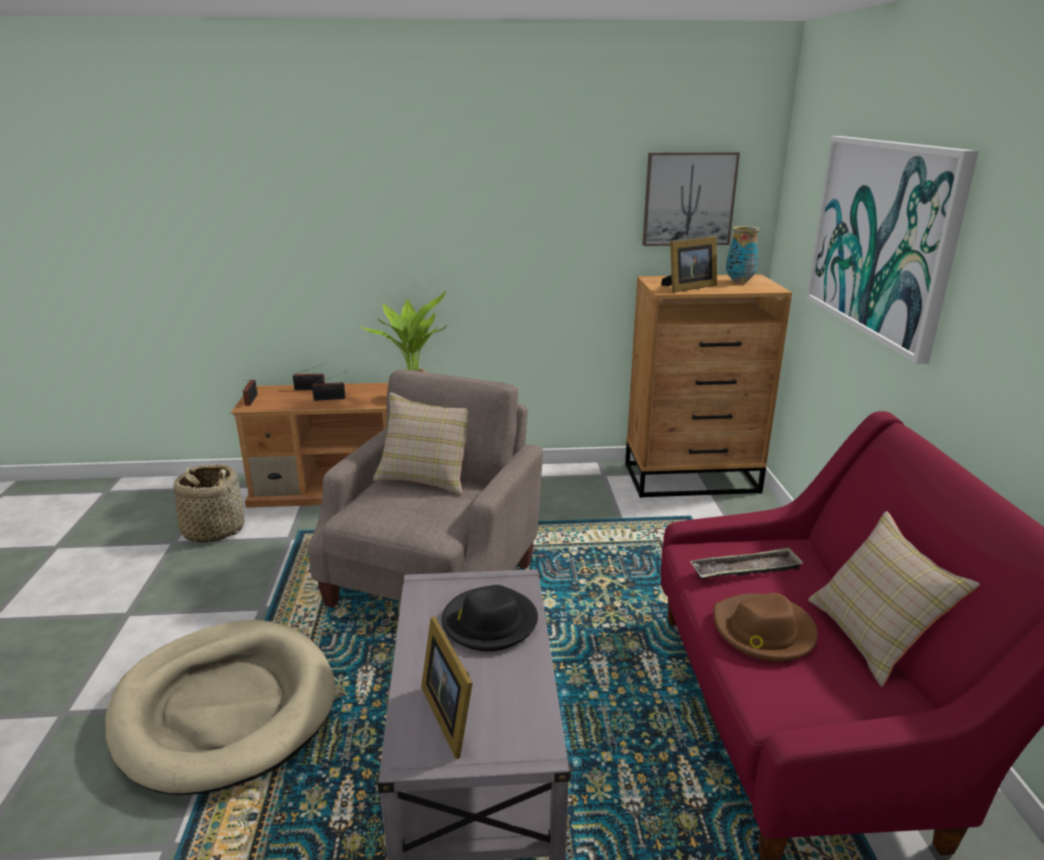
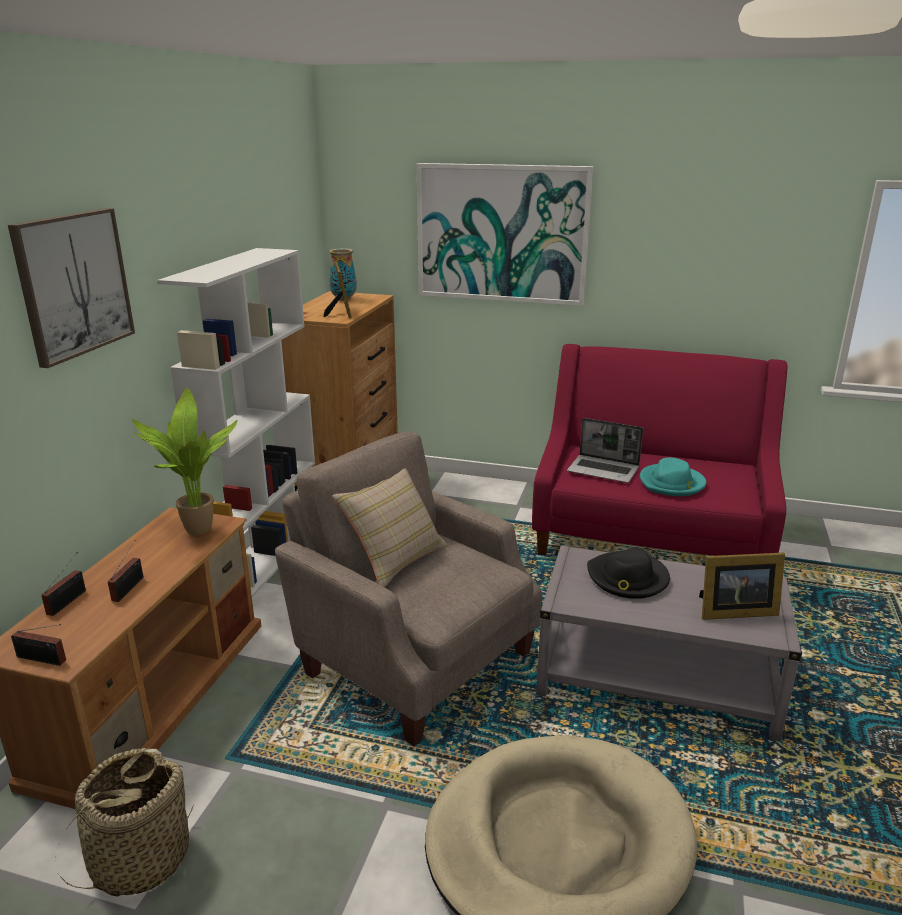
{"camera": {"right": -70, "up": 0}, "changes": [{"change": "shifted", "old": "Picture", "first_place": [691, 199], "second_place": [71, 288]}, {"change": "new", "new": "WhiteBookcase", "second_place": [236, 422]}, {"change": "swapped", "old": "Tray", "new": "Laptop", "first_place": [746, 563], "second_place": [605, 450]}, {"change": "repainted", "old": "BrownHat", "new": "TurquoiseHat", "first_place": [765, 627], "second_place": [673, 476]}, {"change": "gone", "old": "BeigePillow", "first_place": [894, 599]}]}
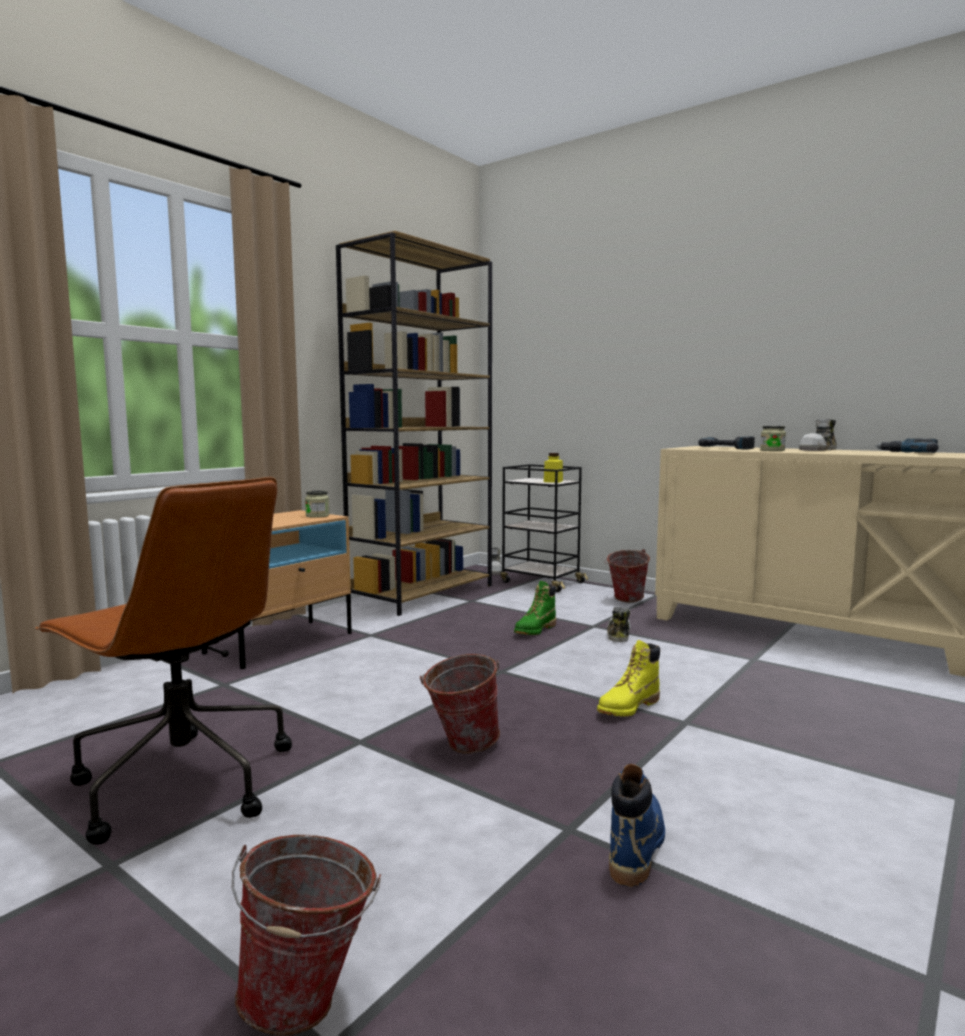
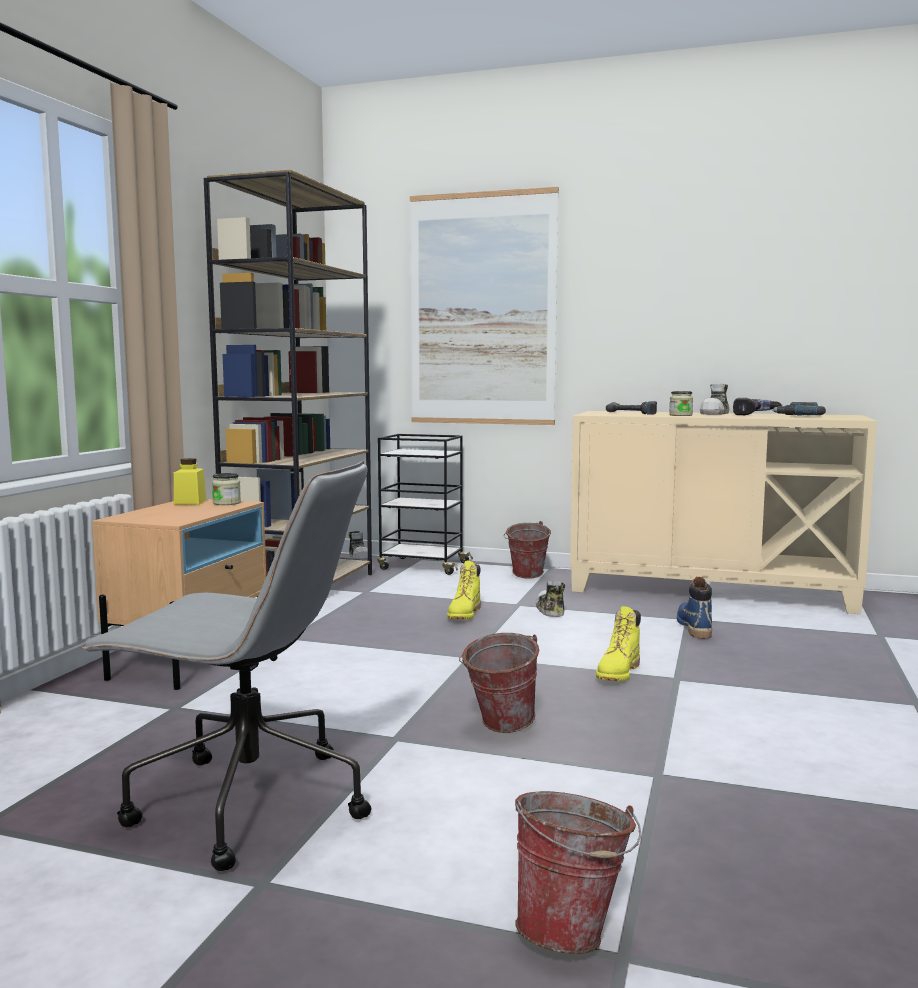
{"camera": {"right": -20, "up": 0}, "changes": [{"change": "repainted", "old": "BrownOfficeChair", "new": "GreyOfficeChair", "first_place": [163, 661], "second_place": [225, 665]}, {"change": "shifted", "old": "YellowJar", "first_place": [553, 468], "second_place": [190, 481]}, {"change": "new", "new": "Picture", "second_place": [484, 306]}, {"change": "repainted", "old": "GreenBoot", "new": "YellowBoot", "first_place": [535, 608], "second_place": [464, 590]}, {"change": "shifted", "old": "BlueBoot", "first_place": [637, 825], "second_place": [694, 608]}, {"change": "new", "new": "PowerDrill", "second_place": [757, 406]}]}
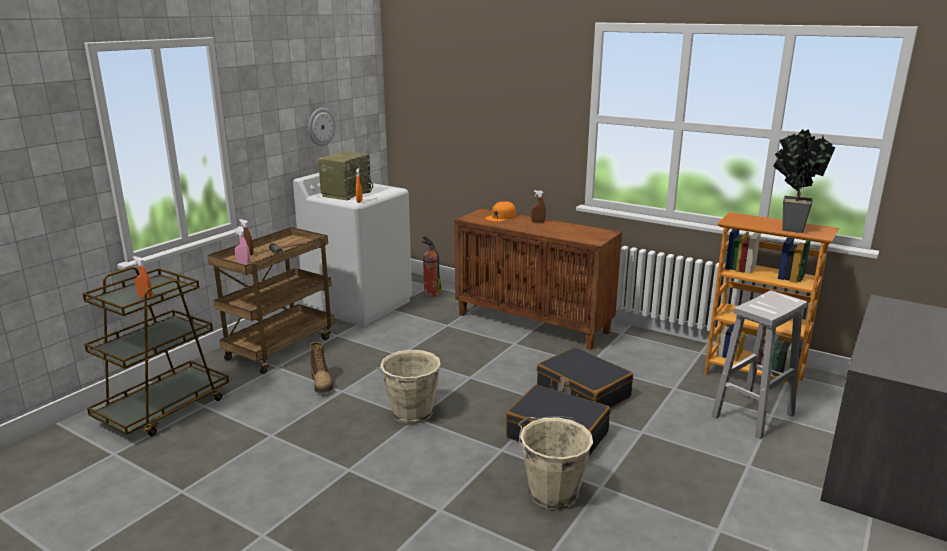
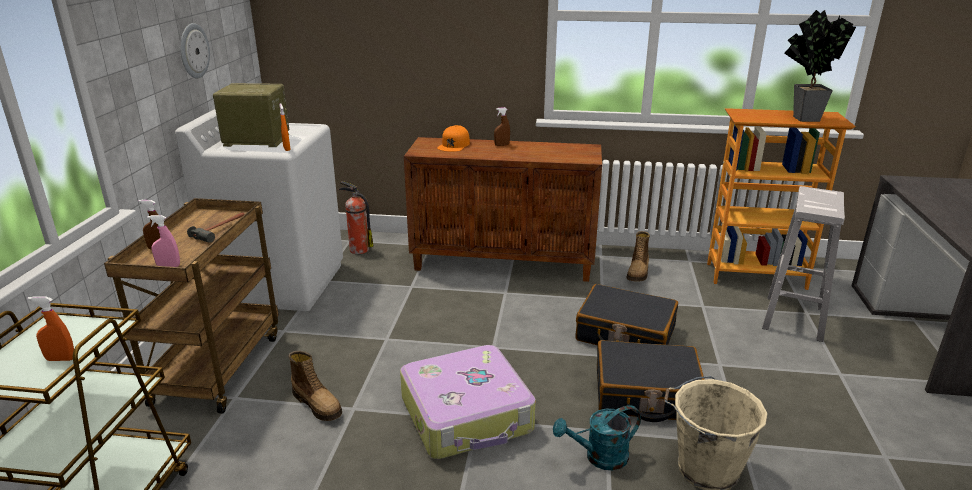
{"camera": {"right": -25, "up": 5}, "changes": [{"change": "rotated", "old": "Radio", "first_place": [345, 175], "second_place": [251, 115], "degrees": -90}, {"change": "swapped", "old": "BeigeBucket", "new": "Suitcase", "first_place": [409, 387], "second_place": [468, 402]}, {"change": "new", "new": "TurquoiseWateringCan", "second_place": [597, 437]}, {"change": "new", "new": "Boot", "second_place": [638, 256]}]}
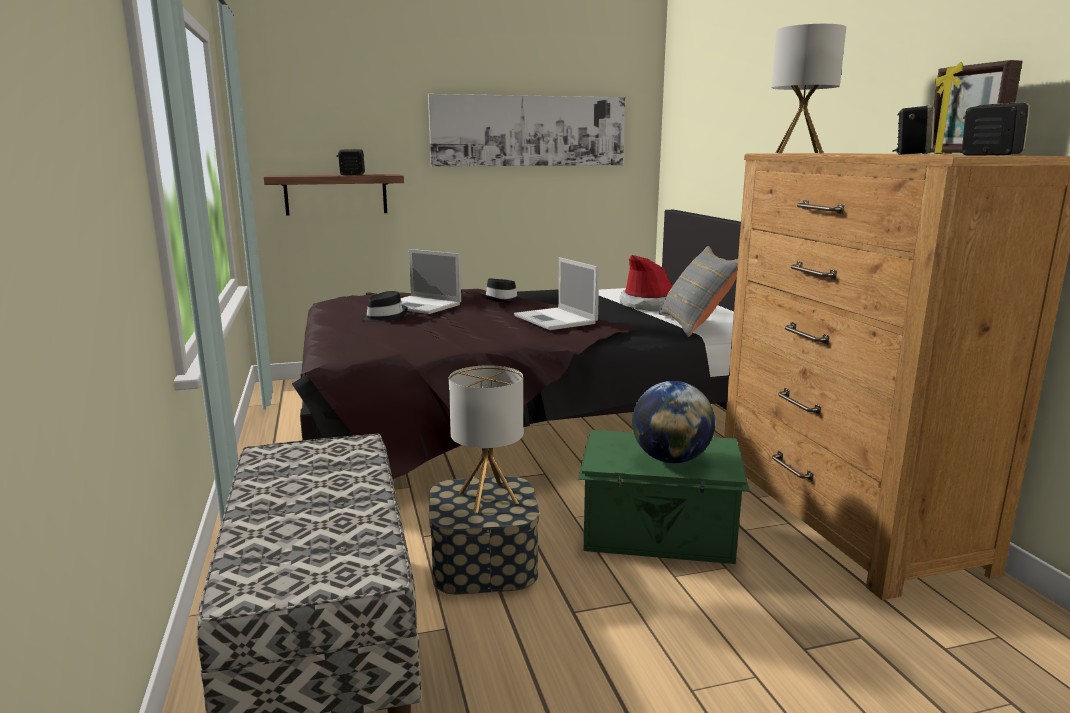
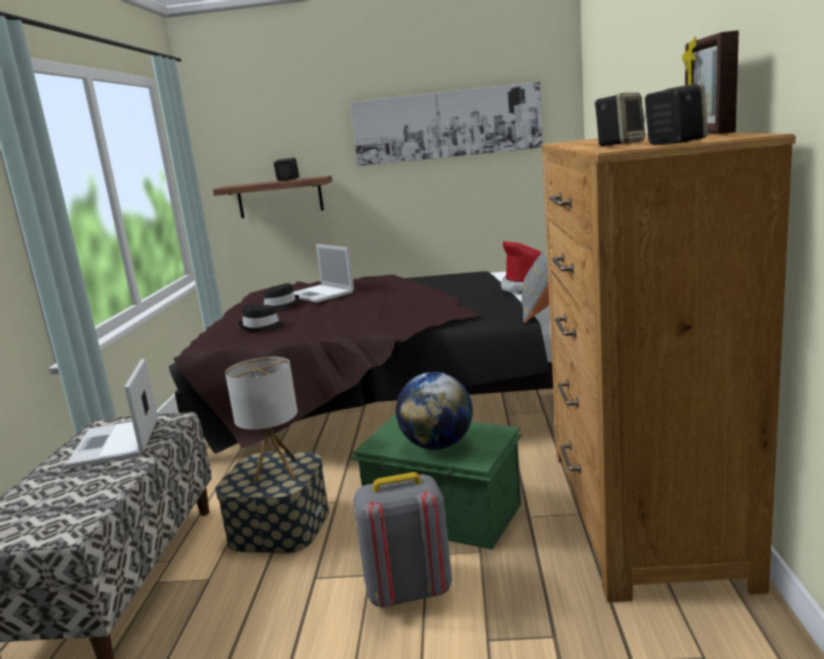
{"camera": {"right": 20, "up": 0}, "changes": [{"change": "shifted", "old": "Laptop", "first_place": [556, 293], "second_place": [111, 414]}, {"change": "shifted", "old": "BlackHat", "first_place": [502, 290], "second_place": [261, 318]}, {"change": "new", "new": "GreyBackpack", "second_place": [402, 540]}, {"change": "gone", "old": "TableLamp", "first_place": [808, 88]}]}
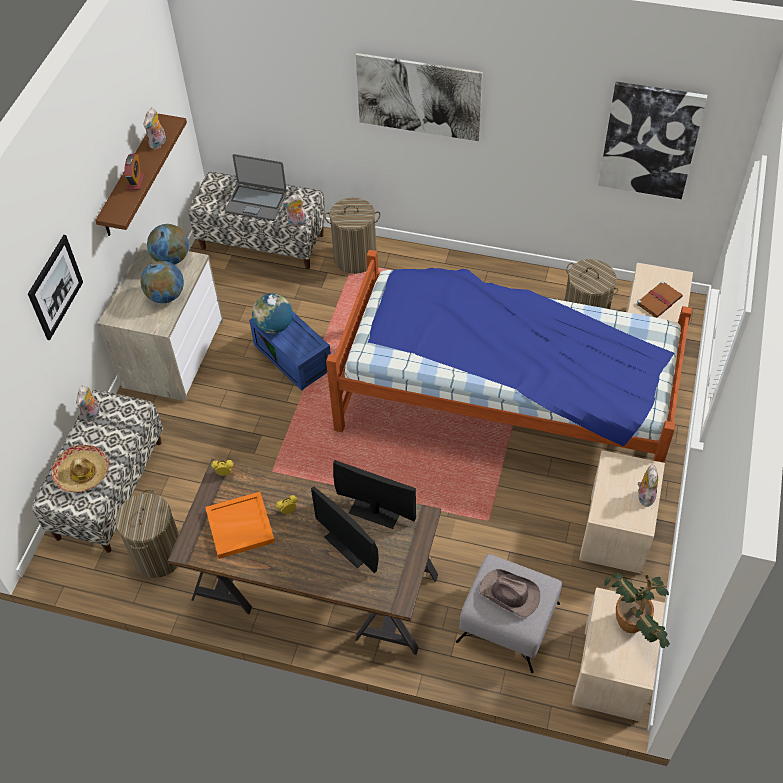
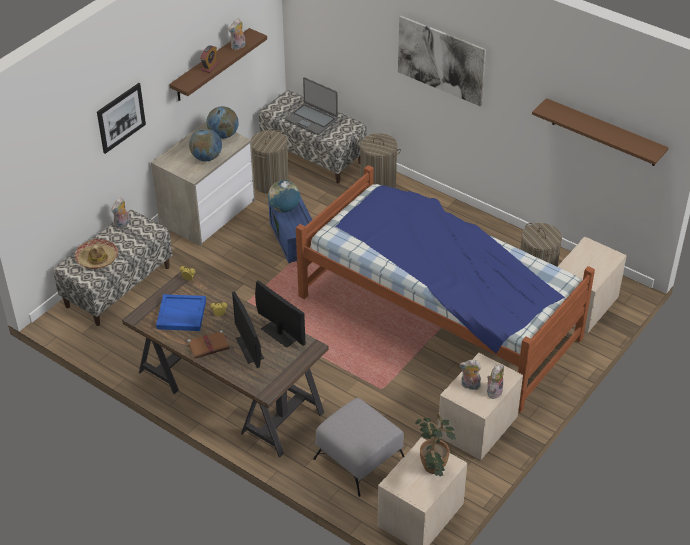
{"camera": {"right": 20, "up": -10}, "changes": [{"change": "repainted", "old": "OrangeTray", "new": "BlueTray", "first_place": [240, 525], "second_place": [181, 312]}, {"change": "shifted", "old": "BrownBook", "first_place": [659, 299], "second_place": [208, 344]}, {"change": "shifted", "old": "LaundryBasket", "first_place": [147, 533], "second_place": [270, 162]}, {"change": "shifted", "old": "PlushToy", "first_place": [295, 210], "second_place": [470, 375]}, {"change": "swapped", "old": "Picture", "new": "BrownShelf", "first_place": [652, 140], "second_place": [600, 132]}, {"change": "gone", "old": "BrownHat", "first_place": [509, 593]}]}
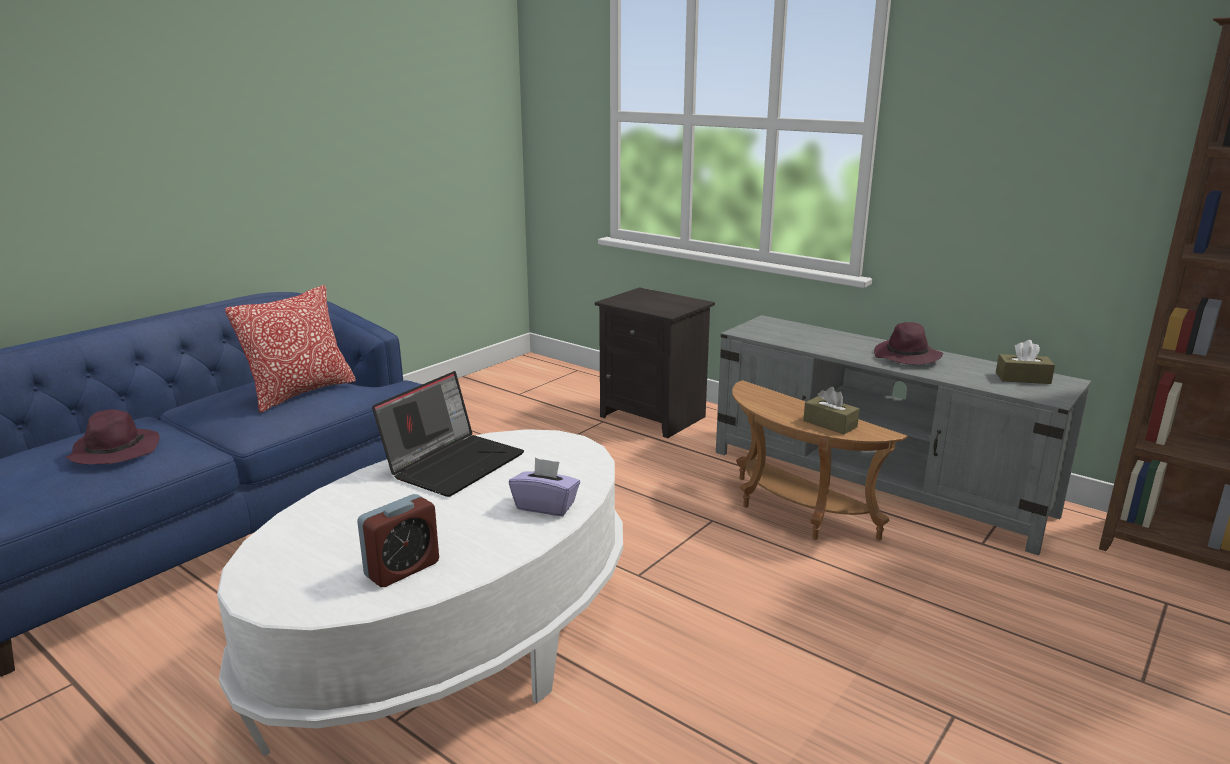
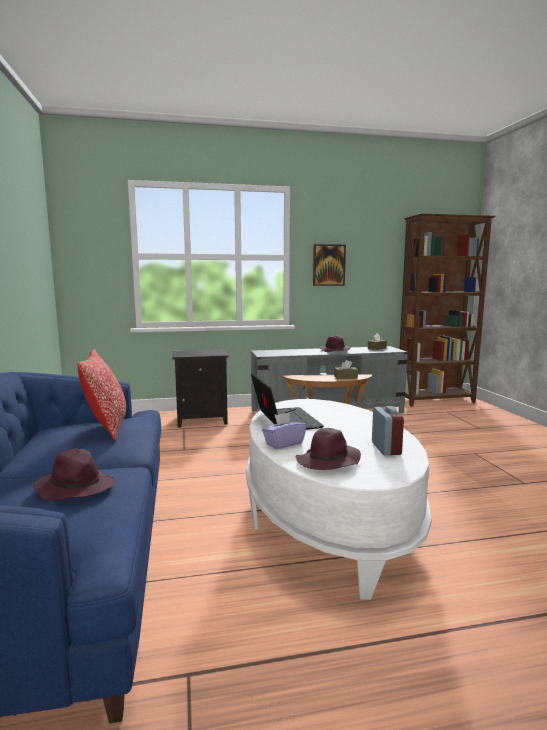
{"camera": {"right": -50, "up": -10}, "changes": [{"change": "shifted", "old": "PurpleTissueBox", "first_place": [544, 487], "second_place": [284, 430]}, {"change": "new", "new": "PurpleHat", "second_place": [328, 449]}, {"change": "new", "new": "Picture", "second_place": [329, 265]}]}
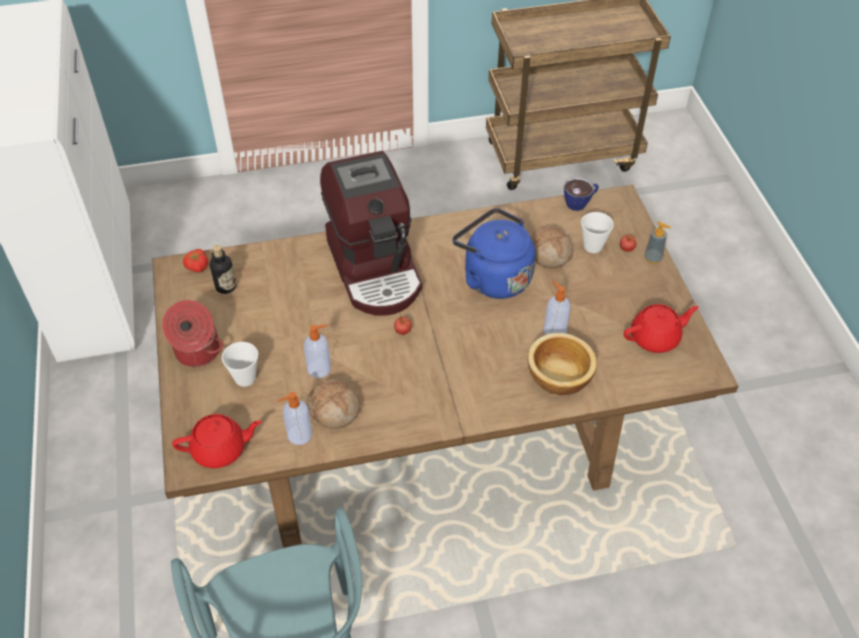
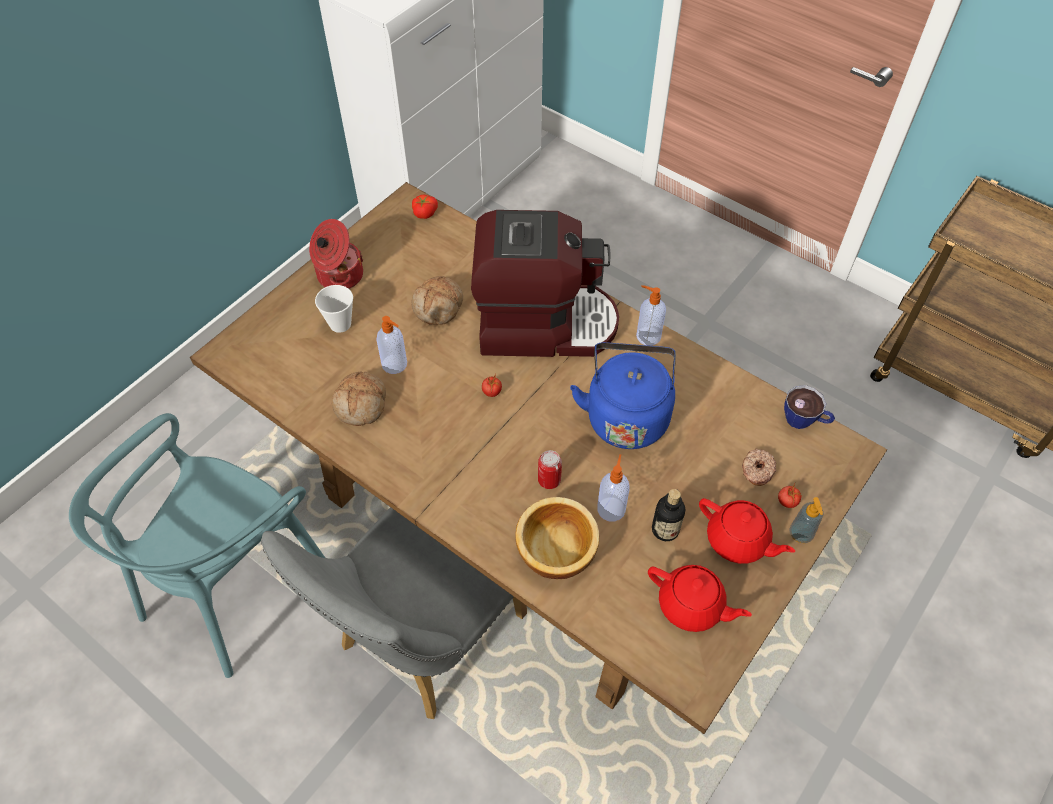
{"camera": {"right": 50, "up": 5}, "changes": [{"change": "new", "new": "GreyChair", "second_place": [394, 613]}, {"change": "shifted", "old": "Bread", "first_place": [551, 247], "second_place": [437, 300]}, {"change": "rotated", "old": "CoffeeMachine", "first_place": [371, 233], "second_place": [545, 283], "degrees": -120}, {"change": "new", "new": "Can", "second_place": [550, 469]}, {"change": "shifted", "old": "SoapDispenser", "first_place": [295, 418], "second_place": [651, 315]}, {"change": "shifted", "old": "Bottle", "first_place": [223, 269], "second_place": [668, 515]}, {"change": "shifted", "old": "RedTeapot", "first_place": [217, 441], "second_place": [747, 531]}, {"change": "swapped", "old": "Cup", "new": "Donut", "first_place": [597, 232], "second_place": [759, 467]}]}
